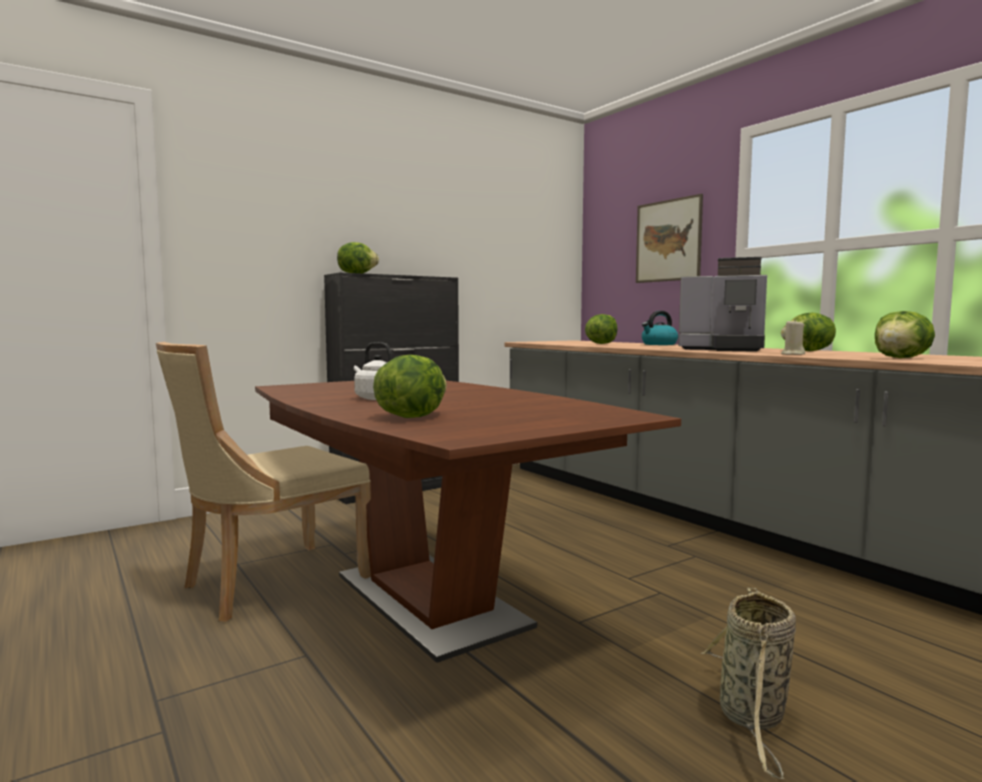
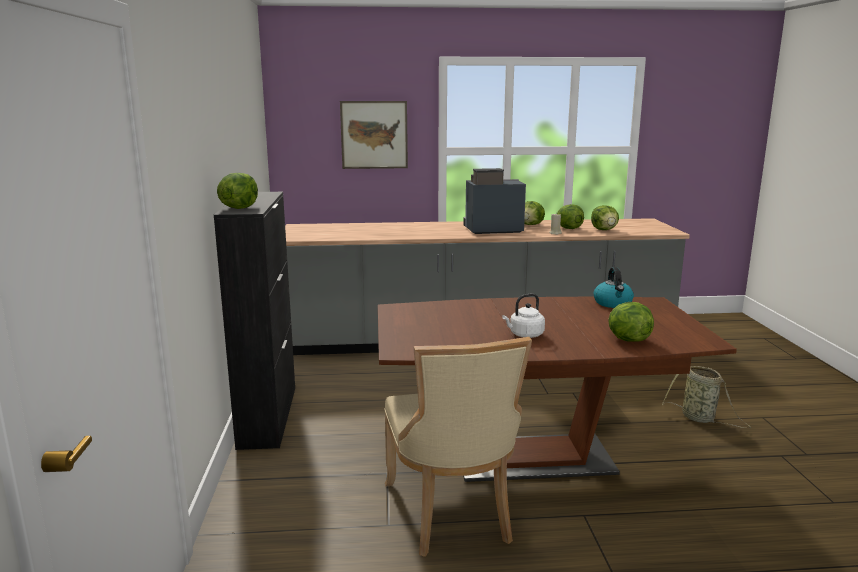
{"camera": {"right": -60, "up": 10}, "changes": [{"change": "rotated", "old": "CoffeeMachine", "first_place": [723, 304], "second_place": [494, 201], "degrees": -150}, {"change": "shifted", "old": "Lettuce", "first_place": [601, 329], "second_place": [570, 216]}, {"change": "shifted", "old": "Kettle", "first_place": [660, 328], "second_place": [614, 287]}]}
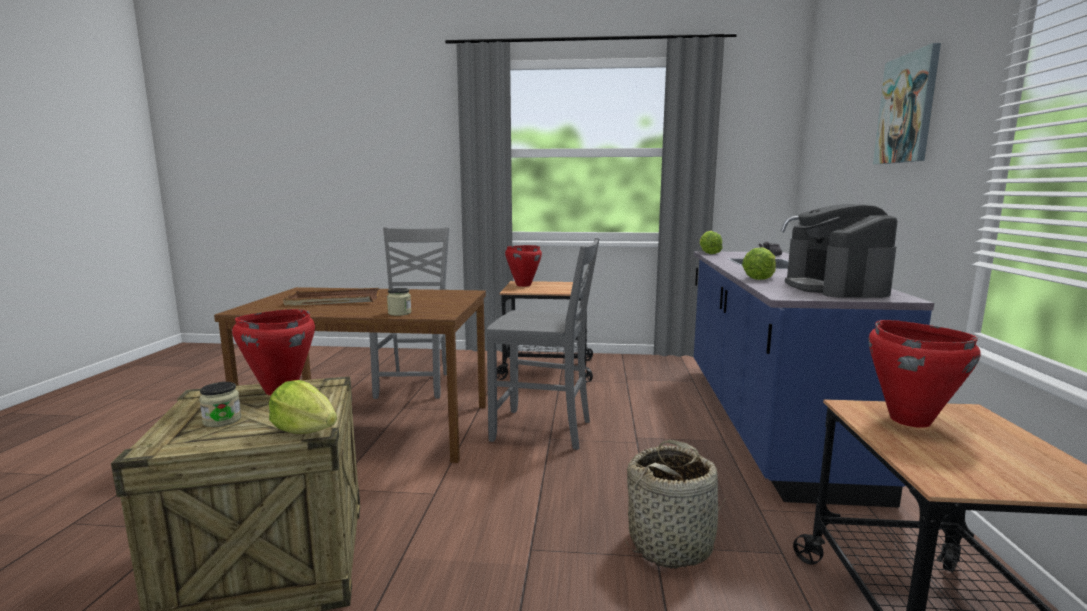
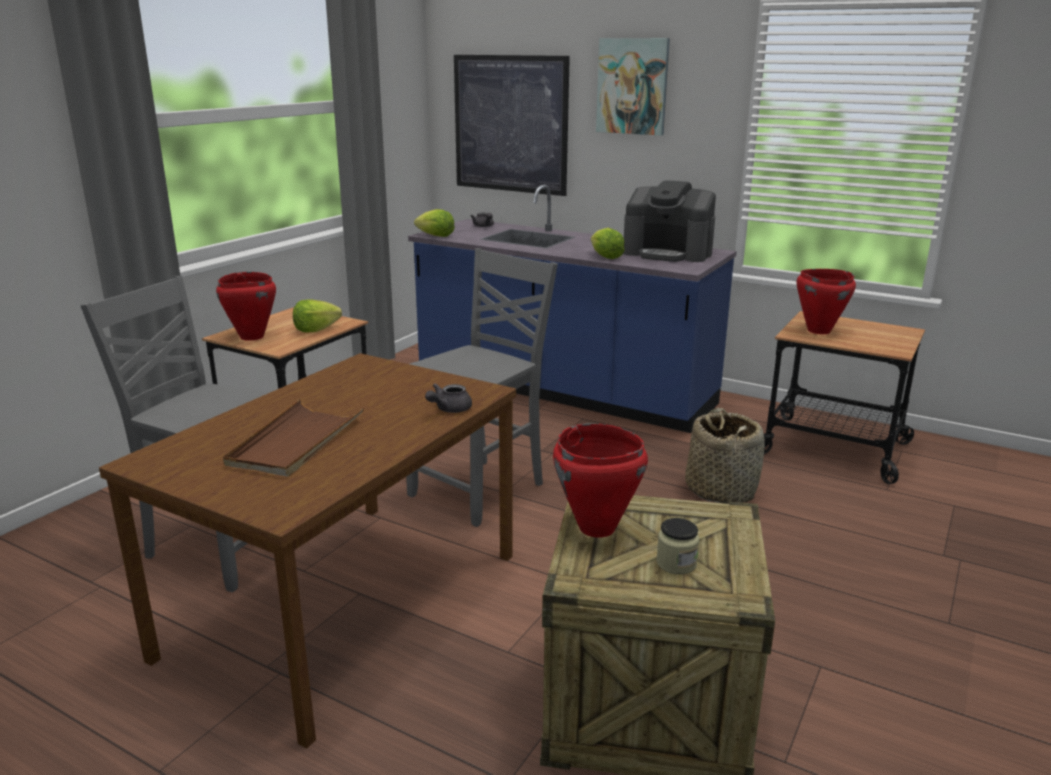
{"camera": {"right": -65, "up": 10}, "changes": [{"change": "shifted", "old": "Lettuce", "first_place": [303, 407], "second_place": [317, 315]}, {"change": "swapped", "old": "Jar", "new": "GreyTeapot", "first_place": [399, 302], "second_place": [448, 398]}, {"change": "new", "new": "Picture", "second_place": [512, 125]}]}
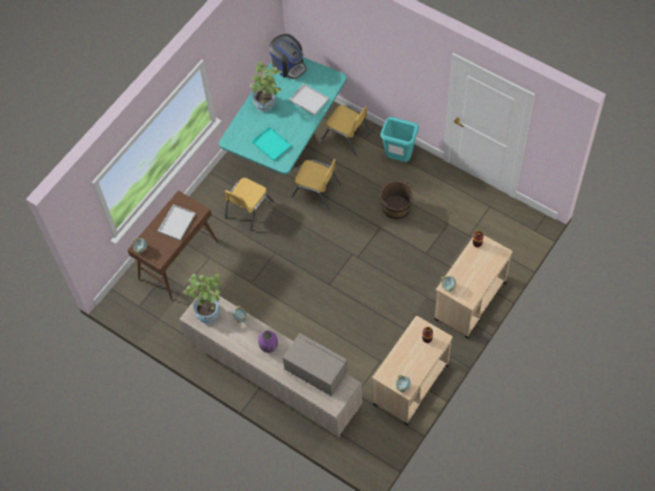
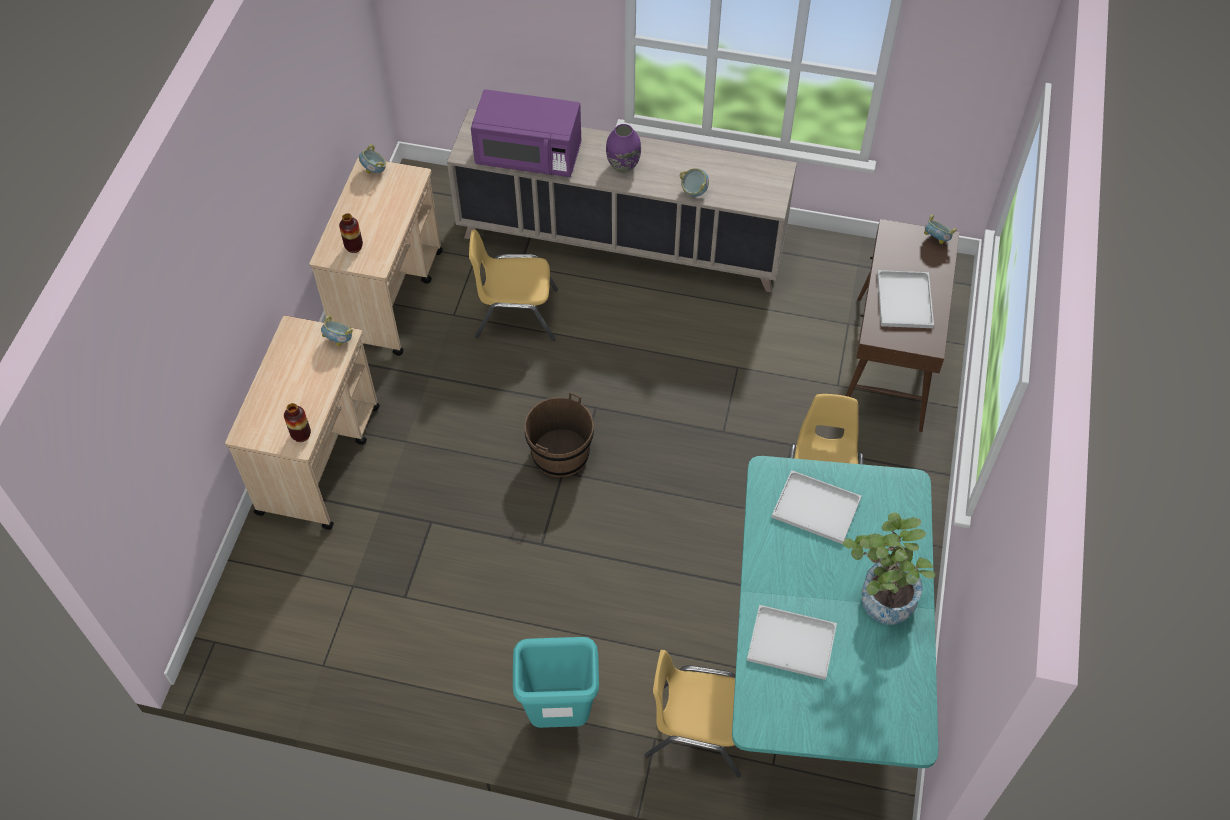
{"camera": {"right": 155, "up": -5}, "changes": [{"change": "shifted", "old": "YellowChair", "first_place": [316, 184], "second_place": [513, 285]}, {"change": "repainted", "old": "GreyMicrowave", "new": "PurpleMicrowave", "first_place": [315, 364], "second_place": [526, 133]}, {"change": "shifted", "old": "BrownBucket", "first_place": [396, 200], "second_place": [559, 434]}, {"change": "repainted", "old": "TurquoiseTray", "new": "WhiteTray", "first_place": [272, 144], "second_place": [816, 507]}, {"change": "gone", "old": "PottedPlant", "first_place": [202, 299]}, {"change": "gone", "old": "CoffeeMachine", "first_place": [288, 56]}]}
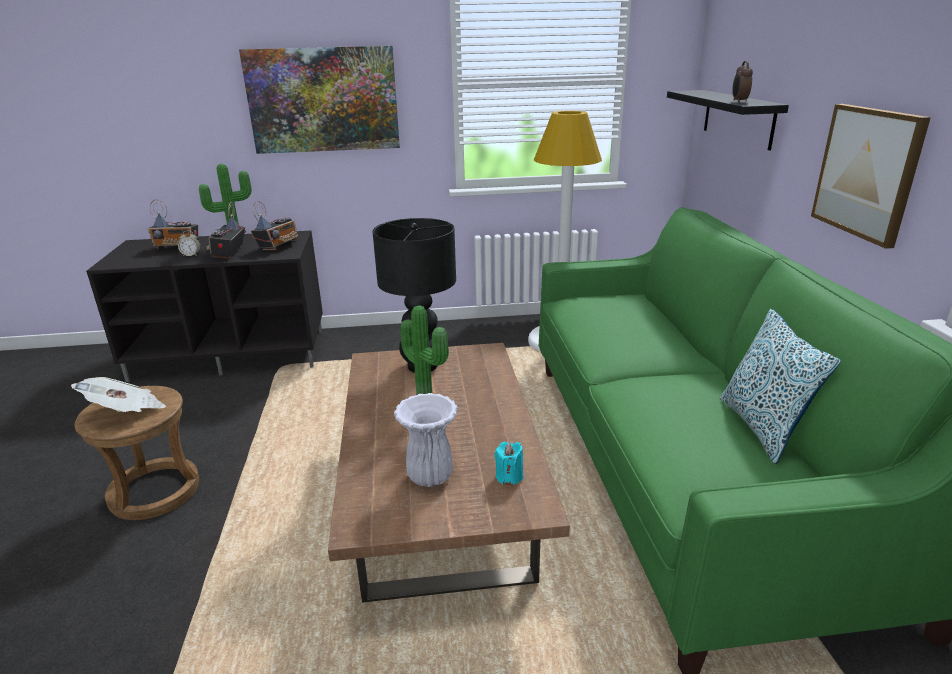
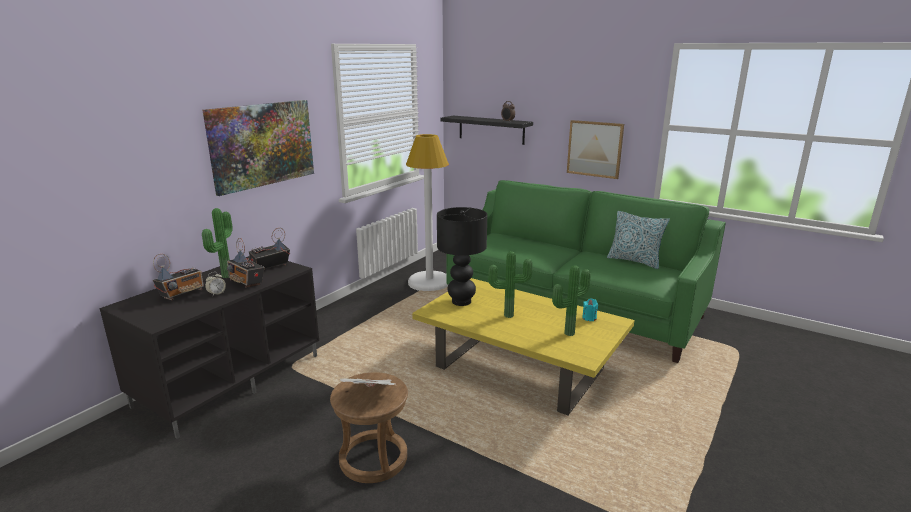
{"camera": {"right": -50, "up": -5}, "changes": [{"change": "rotated", "old": "Radio", "first_place": [274, 226], "second_place": [269, 248], "degrees": -105}, {"change": "repainted", "old": "BrownCoffeeTable", "new": "YellowCoffeeTable", "first_place": [449, 473], "second_place": [523, 346]}, {"change": "swapped", "old": "WhiteVase", "new": "PottedPlant", "first_place": [426, 440], "second_place": [571, 301]}]}
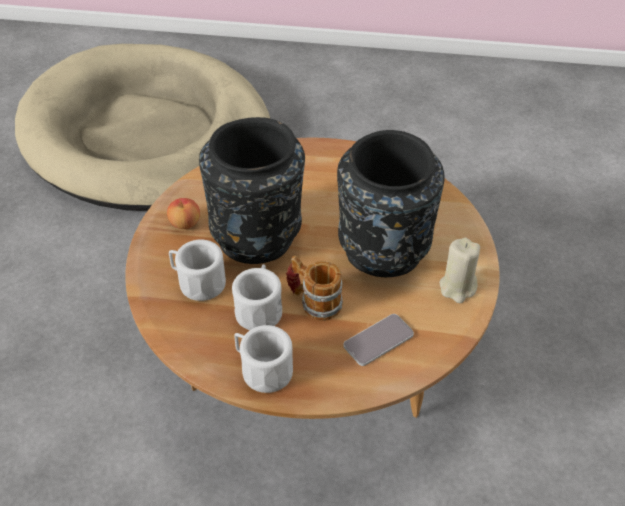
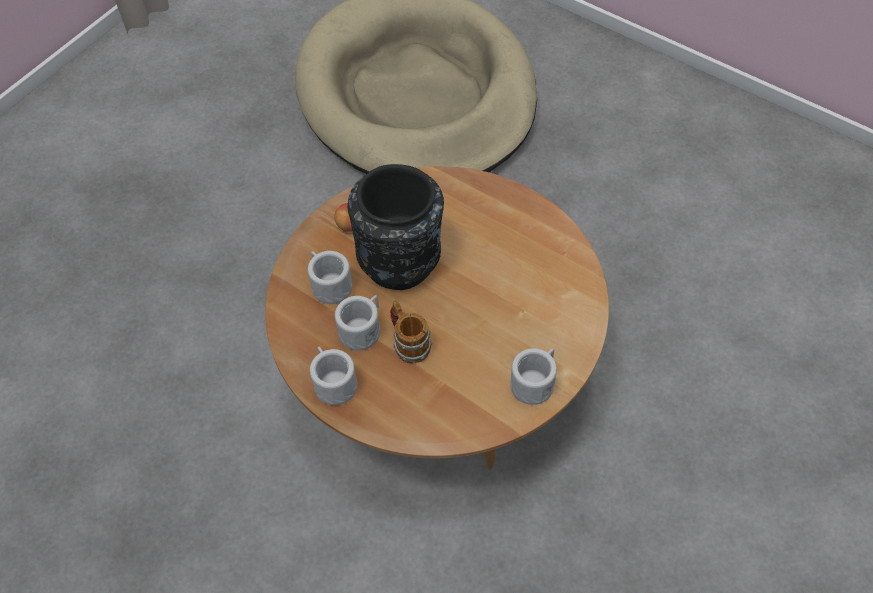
{"camera": {"right": 30, "up": 10}, "changes": [{"change": "swapped", "old": "BeigeCandle", "new": "WhiteMug", "first_place": [459, 270], "second_place": [533, 376]}, {"change": "gone", "old": "BlackVase", "first_place": [391, 203]}, {"change": "gone", "old": "Phone", "first_place": [378, 340]}]}
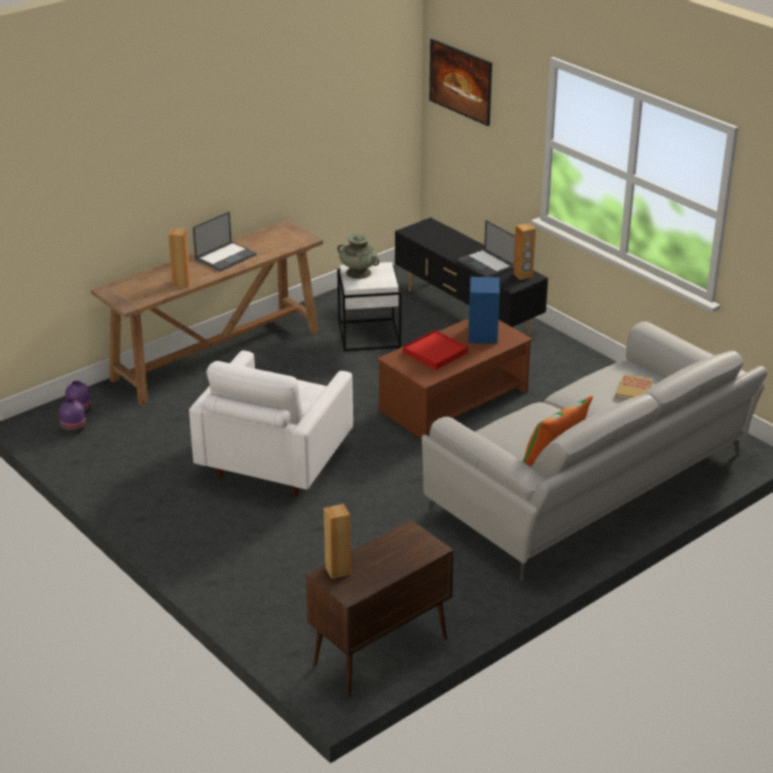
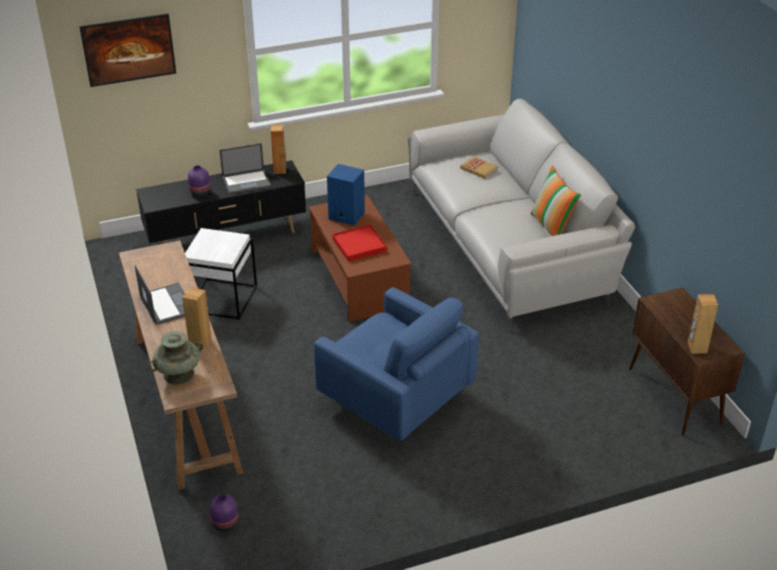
{"camera": {"right": -70, "up": 5}, "changes": [{"change": "shifted", "old": "TurquoiseVase", "first_place": [358, 256], "second_place": [175, 358]}, {"change": "shifted", "old": "PurpleVase", "first_place": [72, 416], "second_place": [199, 181]}, {"change": "repainted", "old": "WhiteArmchair", "new": "BlueArmchair", "first_place": [271, 423], "second_place": [396, 364]}]}
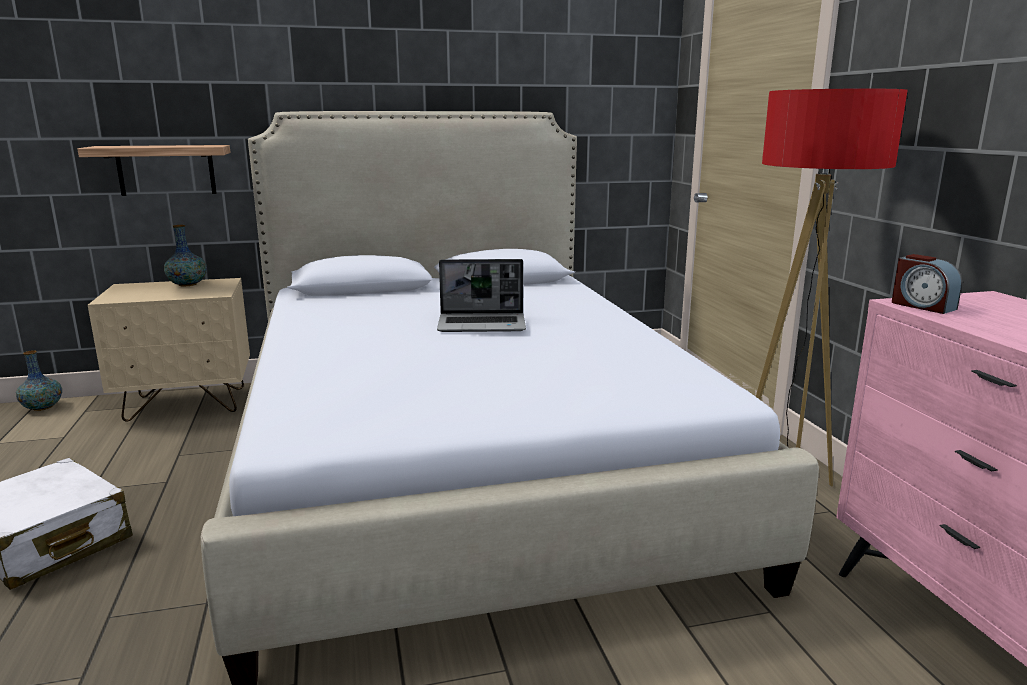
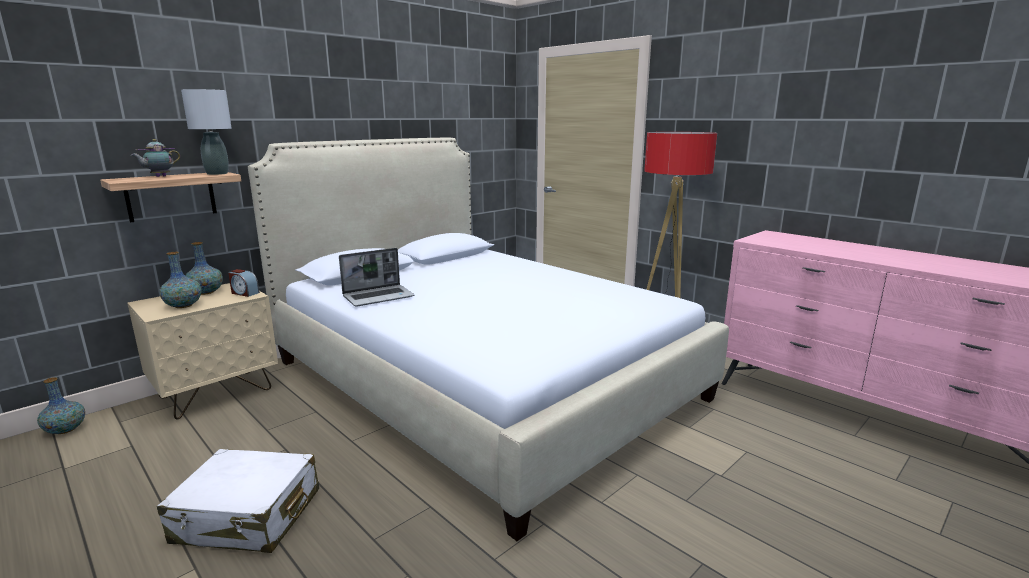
{"camera": {"right": -30, "up": 0}, "changes": [{"change": "new", "new": "Teapot", "second_place": [155, 158]}, {"change": "new", "new": "Vase", "second_place": [180, 280]}, {"change": "new", "new": "GreyTableLamp", "second_place": [206, 132]}, {"change": "shifted", "old": "AlarmClock", "first_place": [927, 284], "second_place": [244, 283]}, {"change": "shifted", "old": "Laptop", "first_place": [481, 295], "second_place": [376, 277]}]}
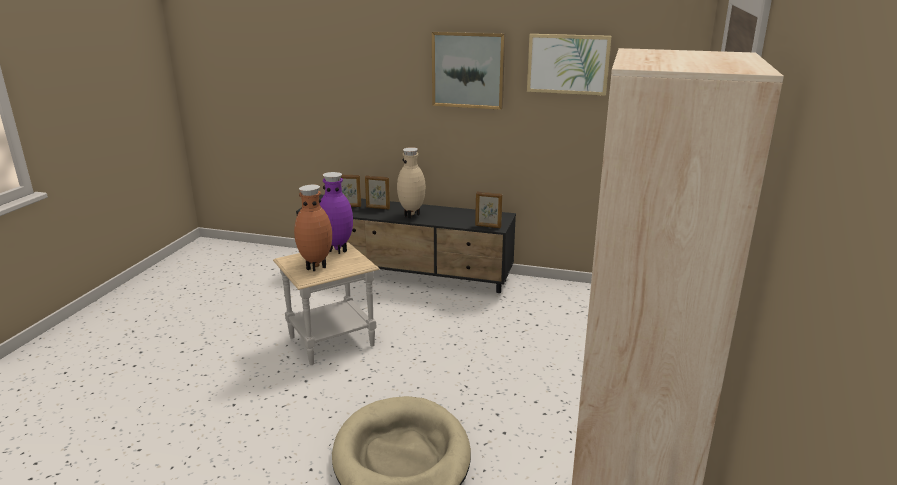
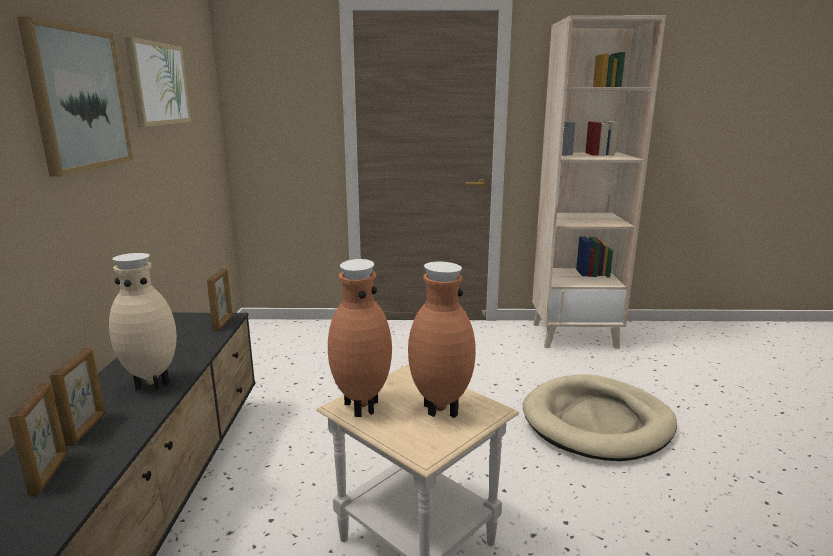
{"camera": {"right": -105, "up": -5}, "changes": [{"change": "repainted", "old": "PurpleVase", "new": "BrownVase", "first_place": [336, 213], "second_place": [360, 338]}]}
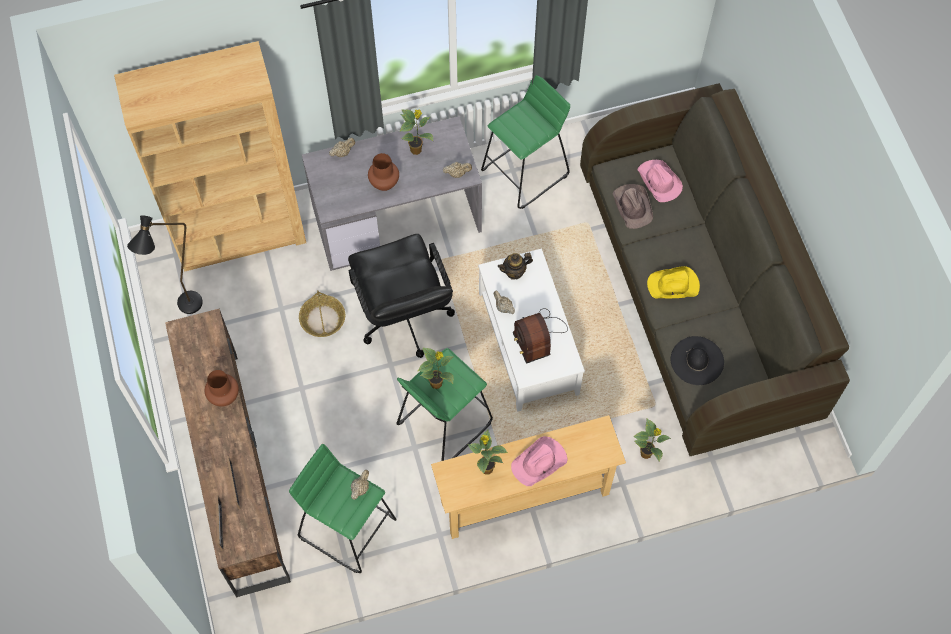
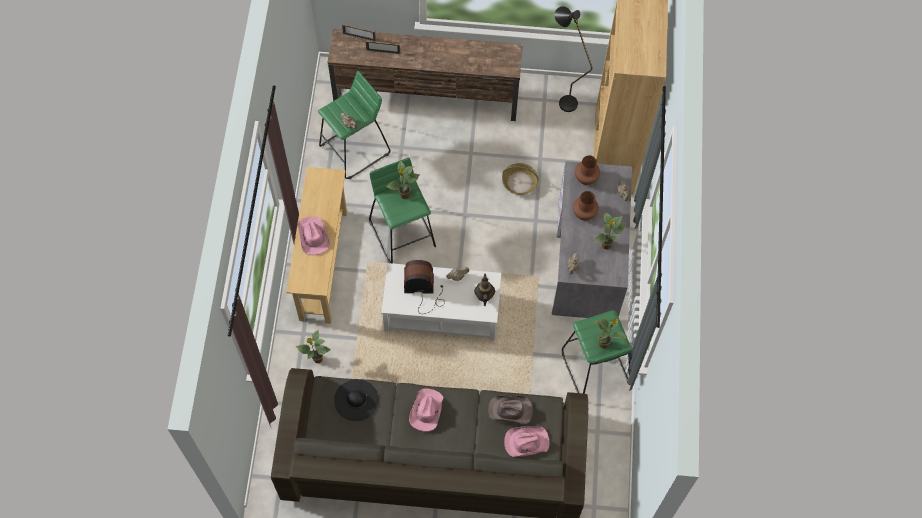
{"camera": {"right": 110, "up": 0}, "changes": [{"change": "repainted", "old": "YellowHat", "new": "PinkHat", "first_place": [673, 282], "second_place": [426, 410]}, {"change": "shifted", "old": "BrownVase", "first_place": [222, 388], "second_place": [587, 170]}, {"change": "shifted", "old": "PottedPlant", "first_place": [487, 452], "second_place": [609, 333]}, {"change": "gone", "old": "BlackOfficeChair", "first_place": [401, 296]}]}
